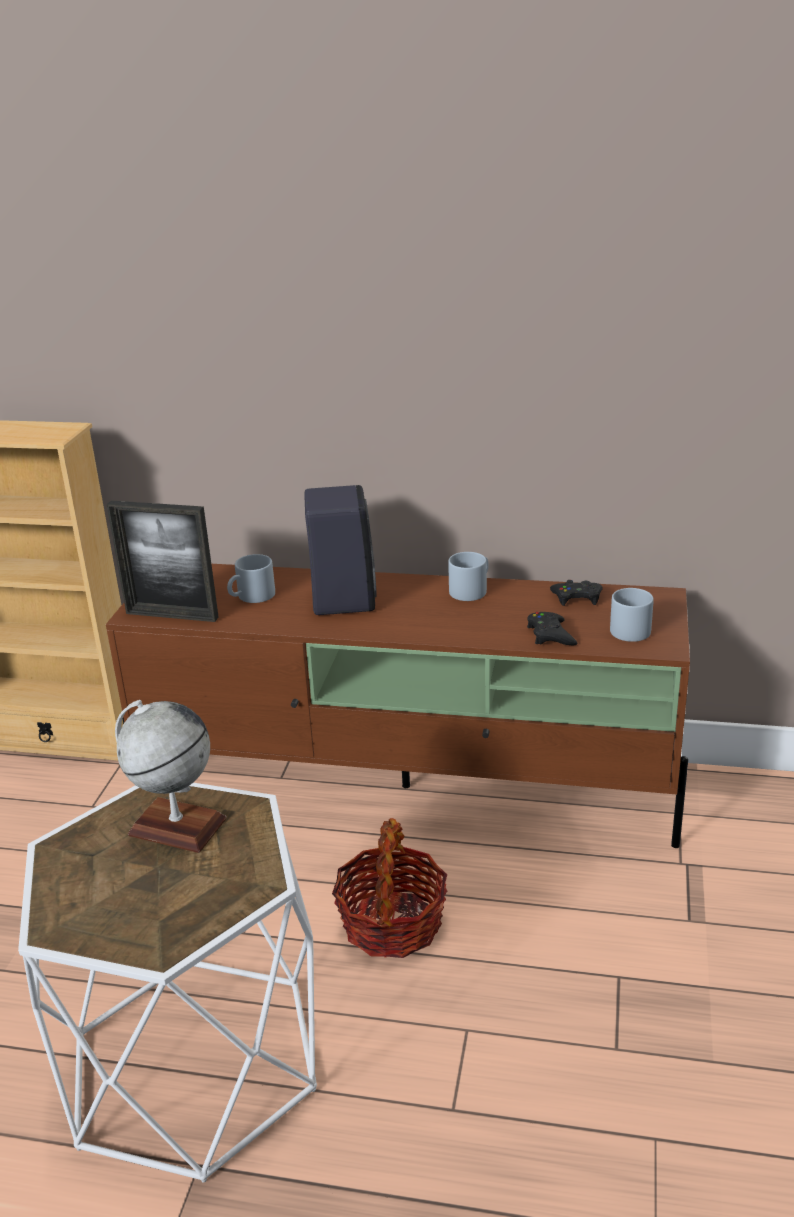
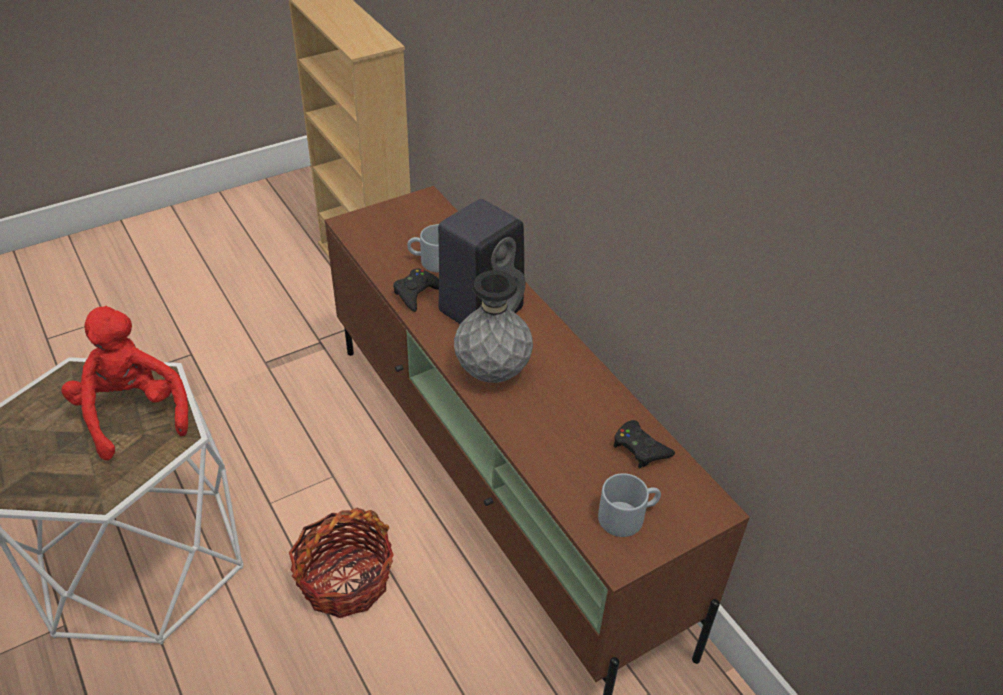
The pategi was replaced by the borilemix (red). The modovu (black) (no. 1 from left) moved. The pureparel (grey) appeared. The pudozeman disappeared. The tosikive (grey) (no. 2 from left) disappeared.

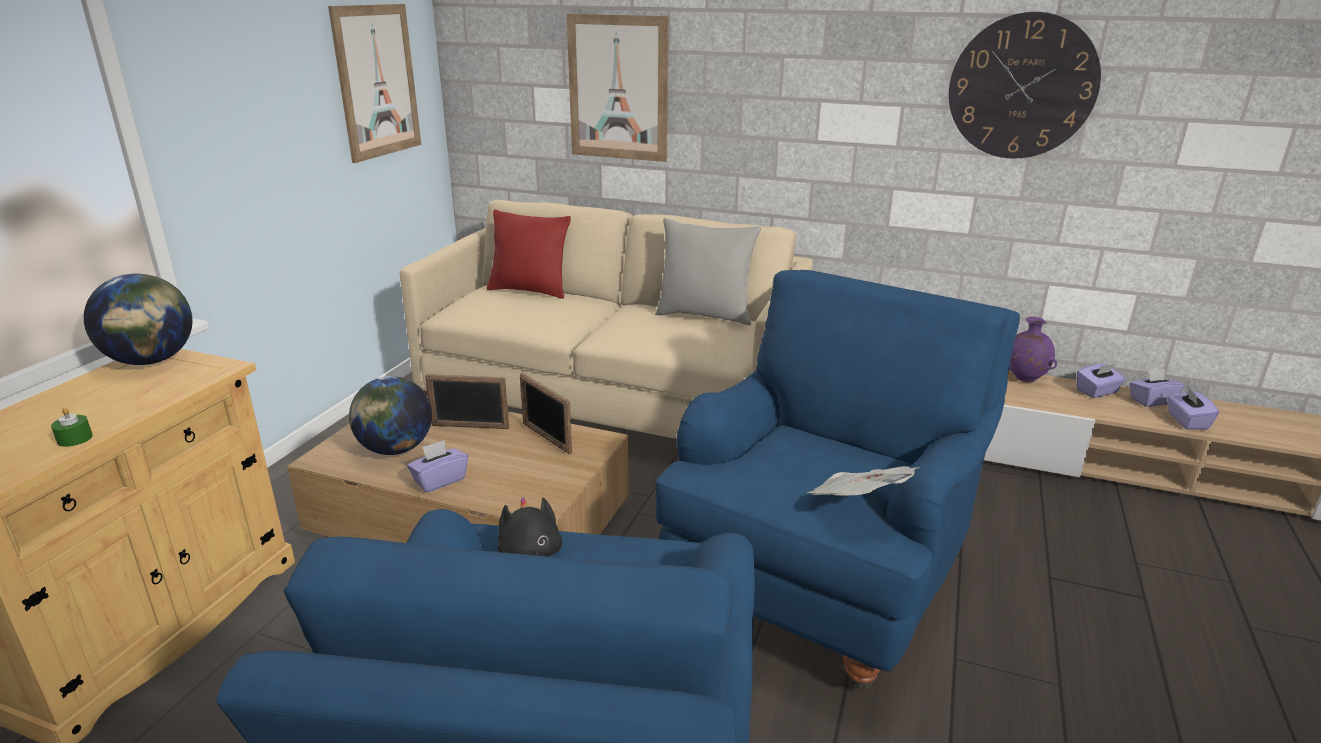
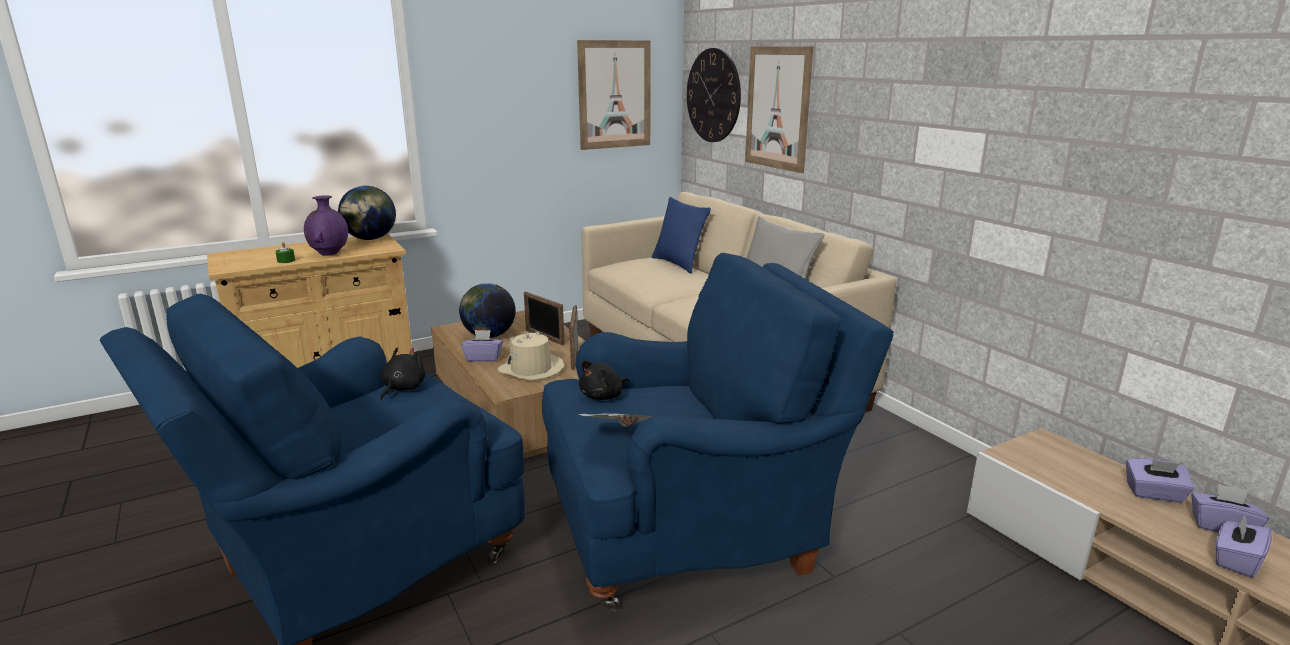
The pureparel (purple) moved. The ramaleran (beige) appeared. The borilemix (black) (no. 2 from left) appeared. The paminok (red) became the paminok (blue). The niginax moved.

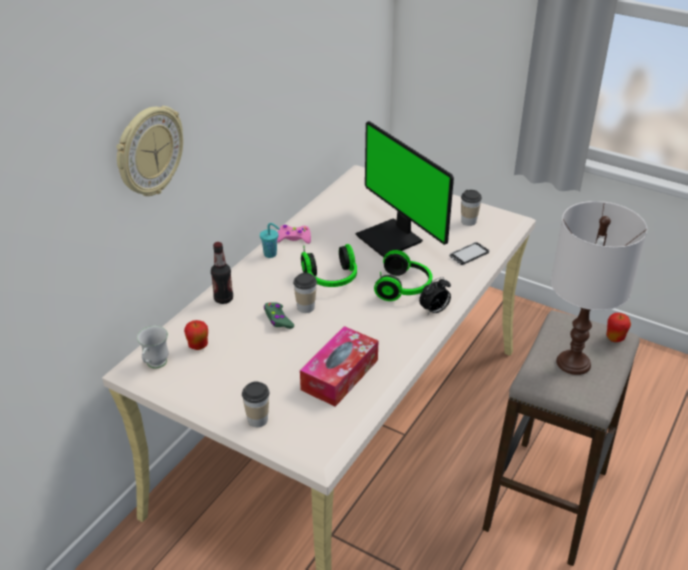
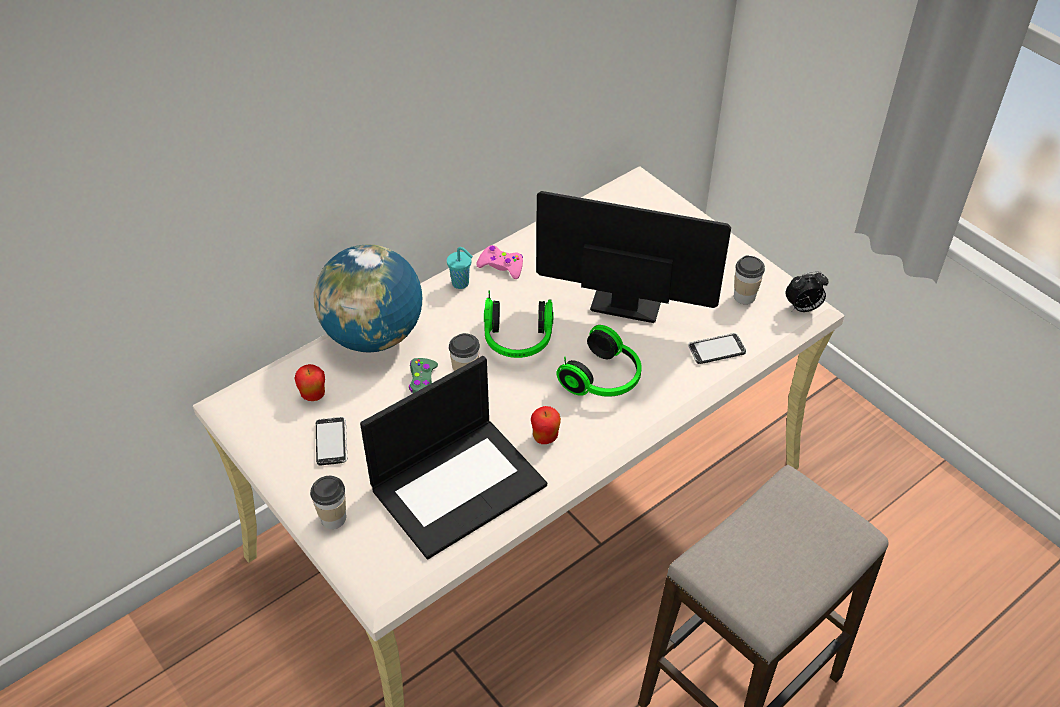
The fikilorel was replaced by the pategi. The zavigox (no. 1 from left) appeared. The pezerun was replaced by the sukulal. The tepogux (no. 2 from left) moved. The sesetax turned 120 degrees clockwise. The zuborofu moved. The niginax disappeared. The tosikive (white) disappeared. The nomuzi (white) disappeared.

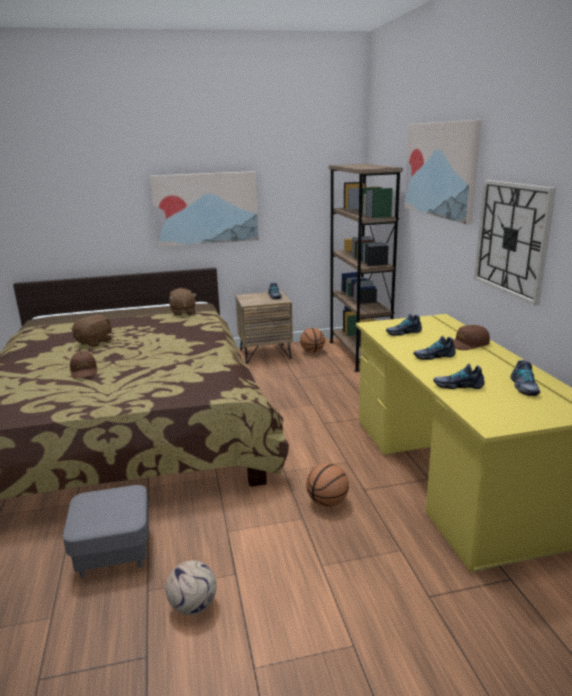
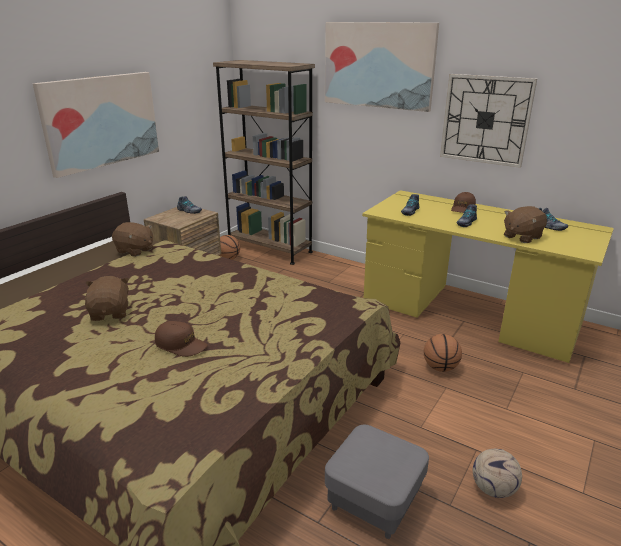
The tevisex (no. 4 from left) was replaced by the borilemix (brown) (no. 3 from left).

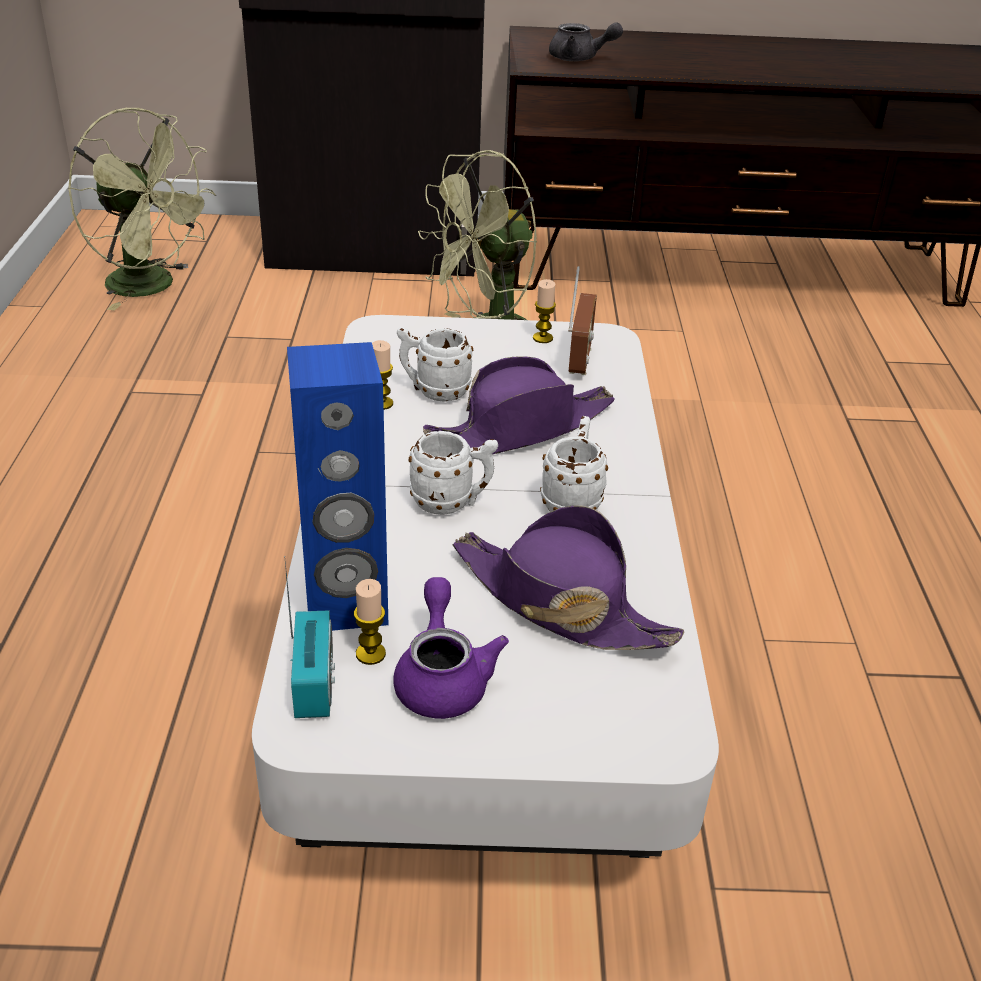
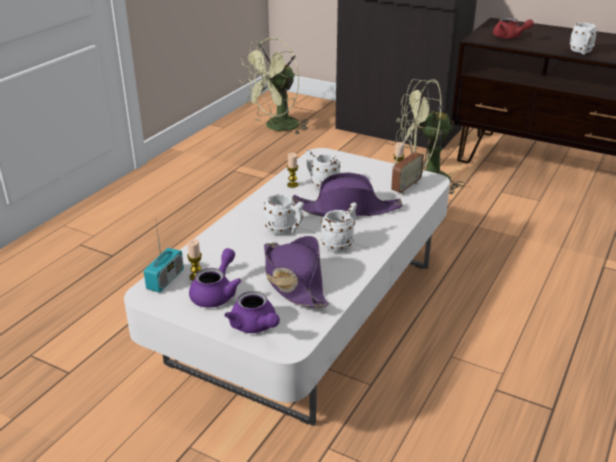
The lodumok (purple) (no. 2 from left) appeared. The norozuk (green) (no. 1 from left) turned 75 degrees clockwise. The lodumok (grey) became the lodumok (red). The tosikive (white) (no. 4 from left) appeared. The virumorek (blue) disappeared.

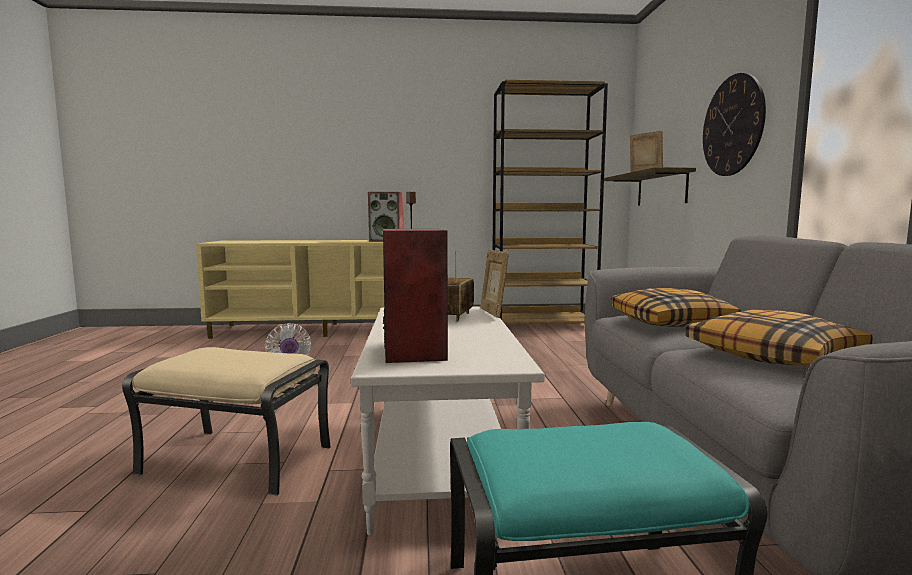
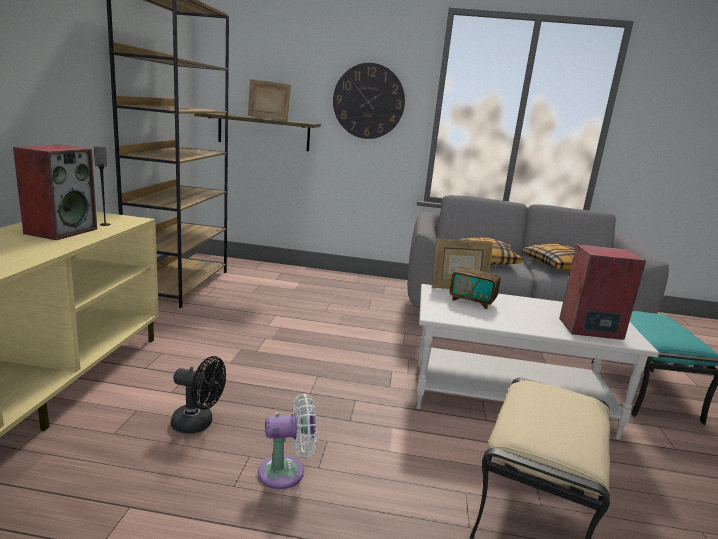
The norozuk (black) appeared.

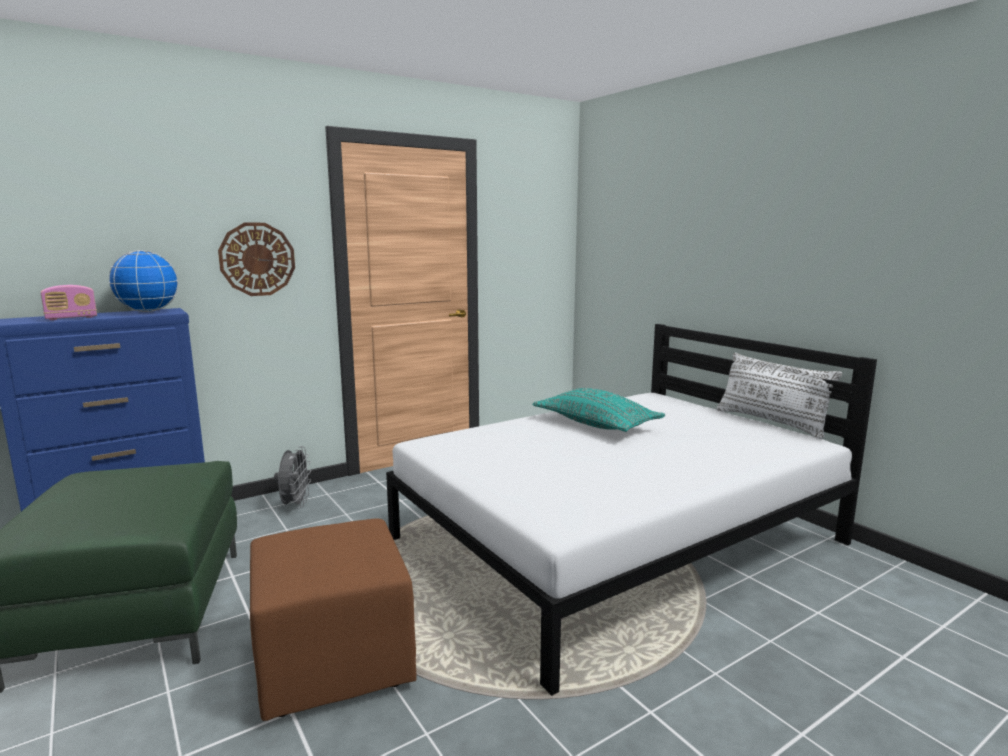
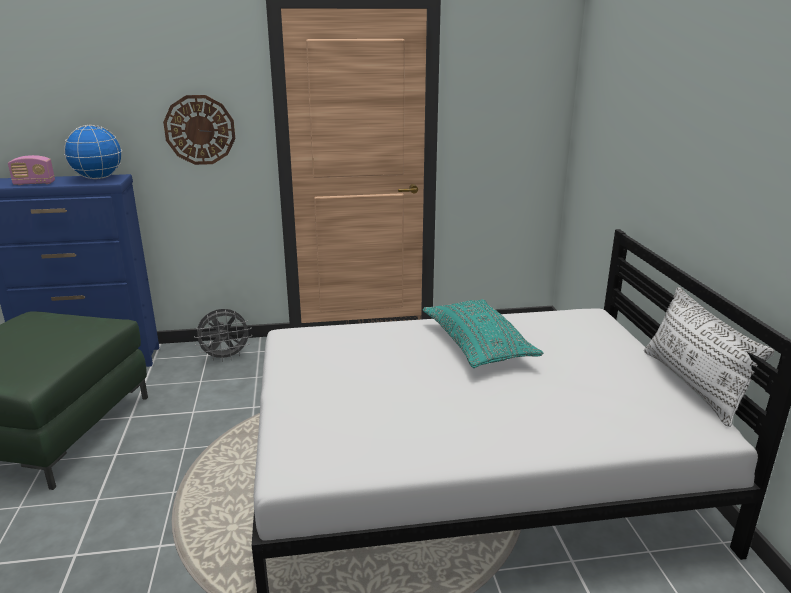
The norozuk (grey) turned 45 degrees clockwise. The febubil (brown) disappeared.

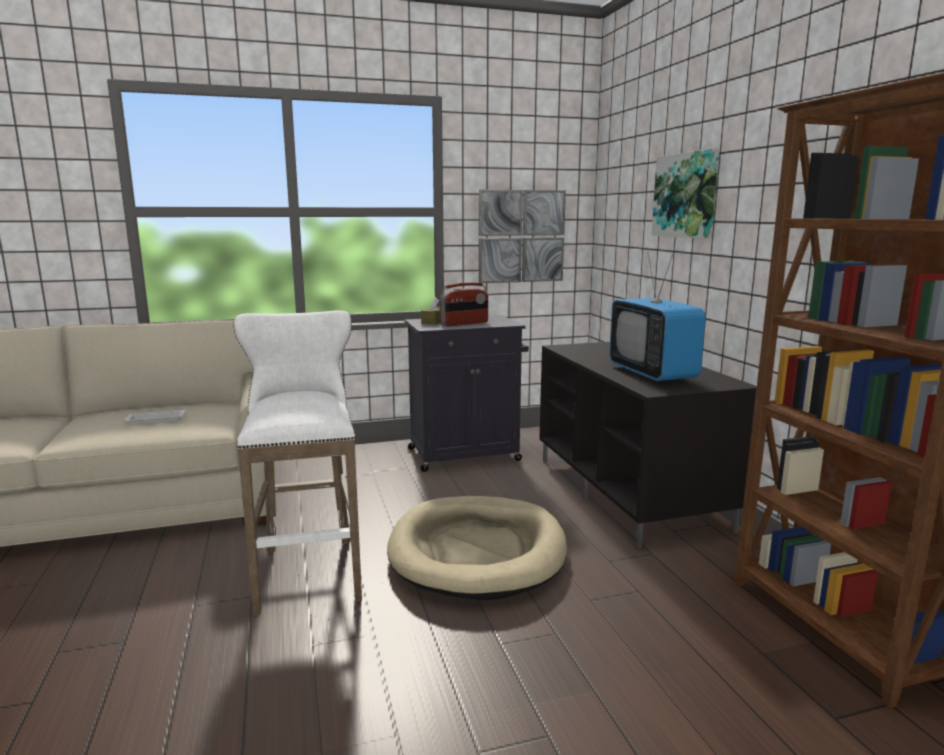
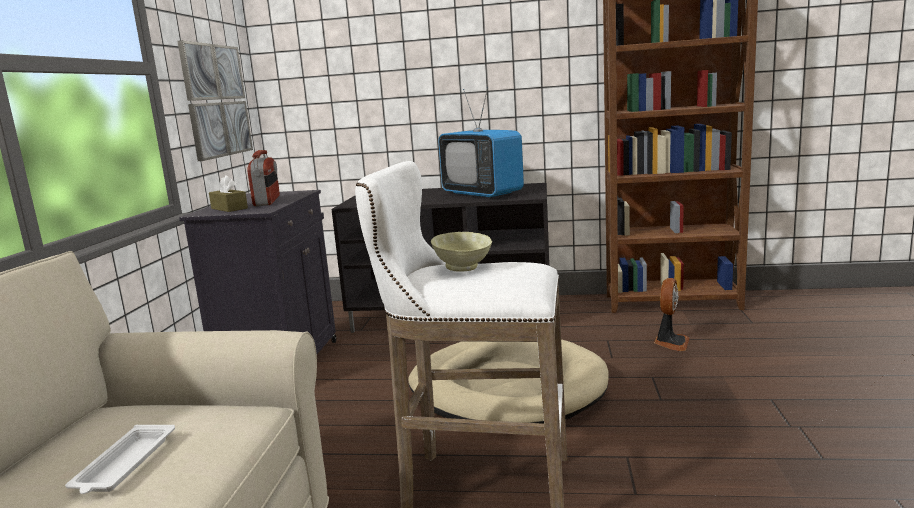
The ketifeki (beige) appeared. The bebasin turned 45 degrees clockwise. The norozuk appeared. The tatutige (no. 2 from left) disappeared.

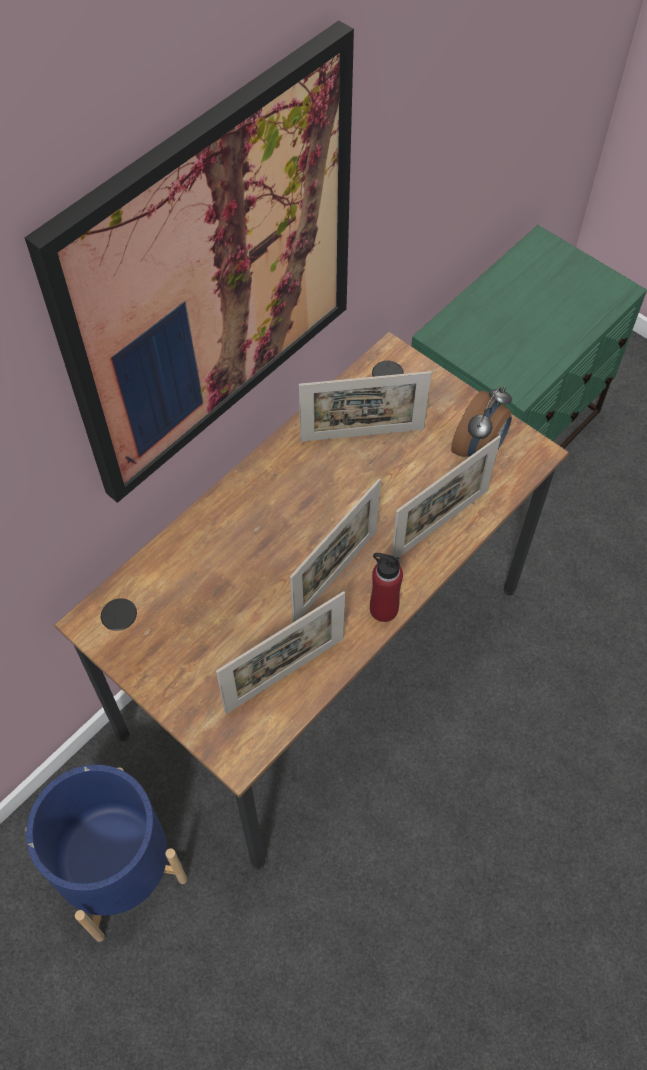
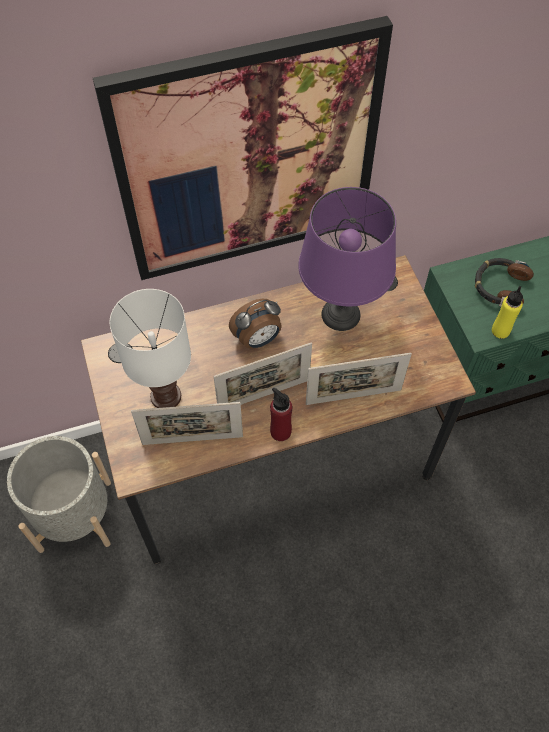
The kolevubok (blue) became the kolevubok (grey). The nomuzi (white) appeared. The zuborofu moved. The pudozeman (no. 3 from left) was replaced by the nomuzi (purple). The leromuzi appeared. The fikilorel (yellow) appeared.

